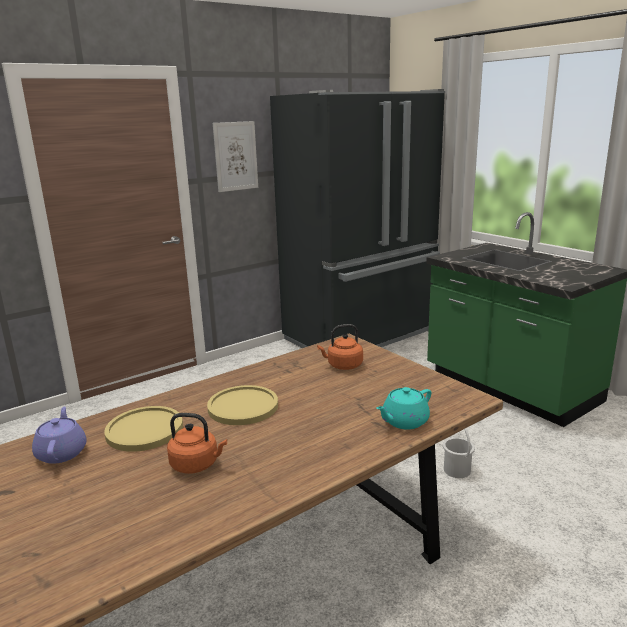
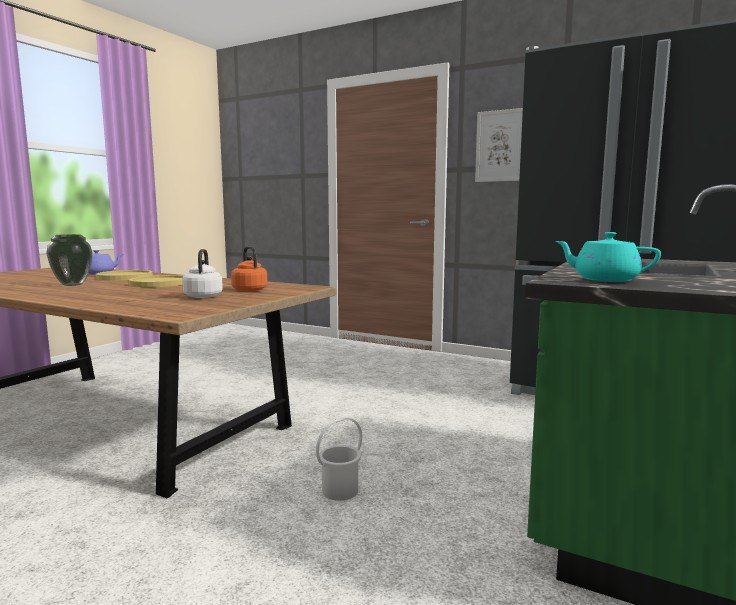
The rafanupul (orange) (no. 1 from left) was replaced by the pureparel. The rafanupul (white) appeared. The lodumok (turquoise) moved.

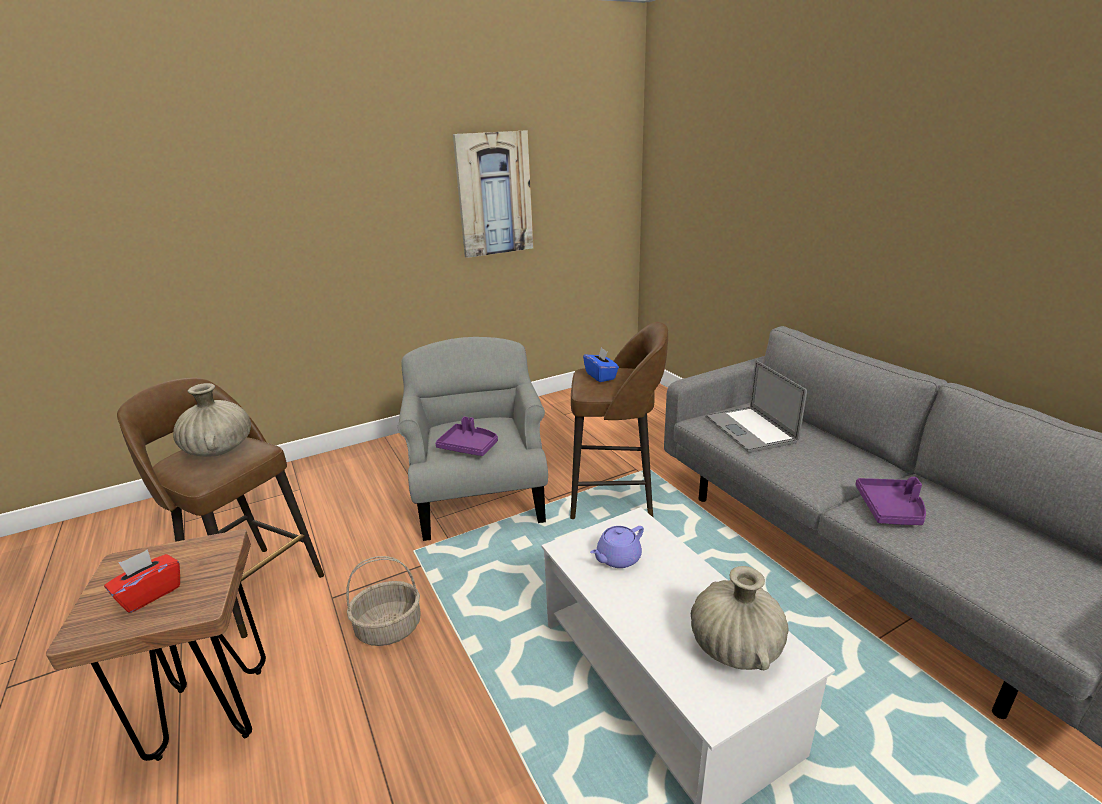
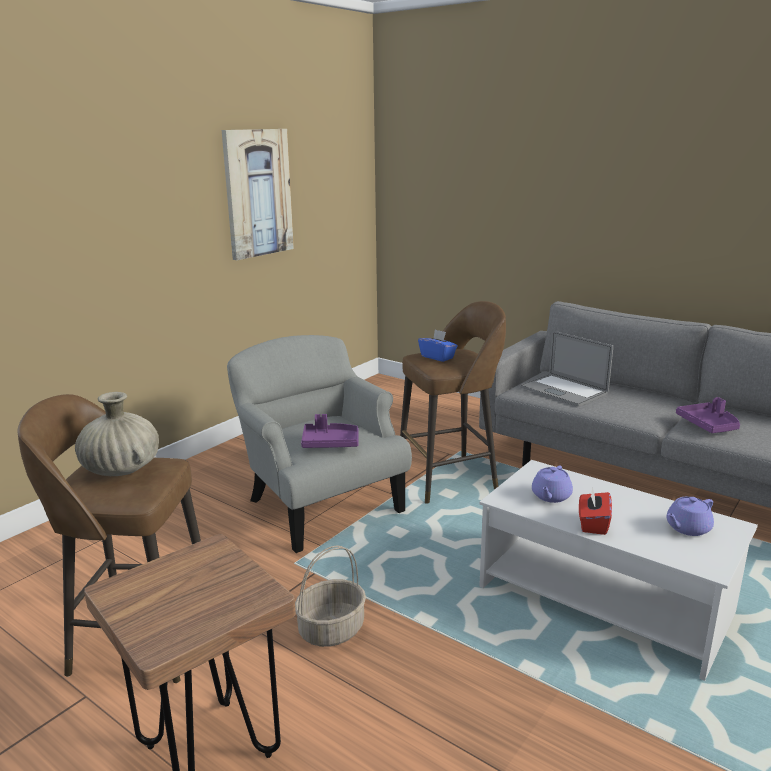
The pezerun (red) moved. The pureparel (beige) (no. 2 from left) was replaced by the lodumok (purple) (no. 2 from left).

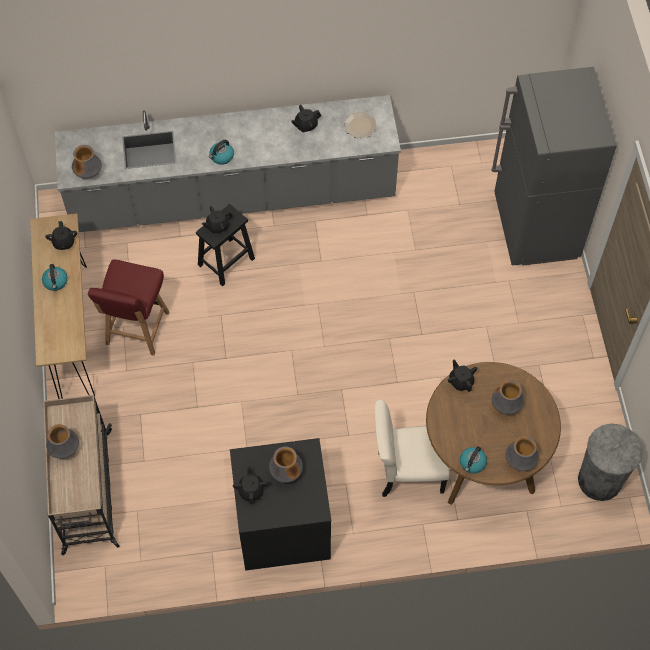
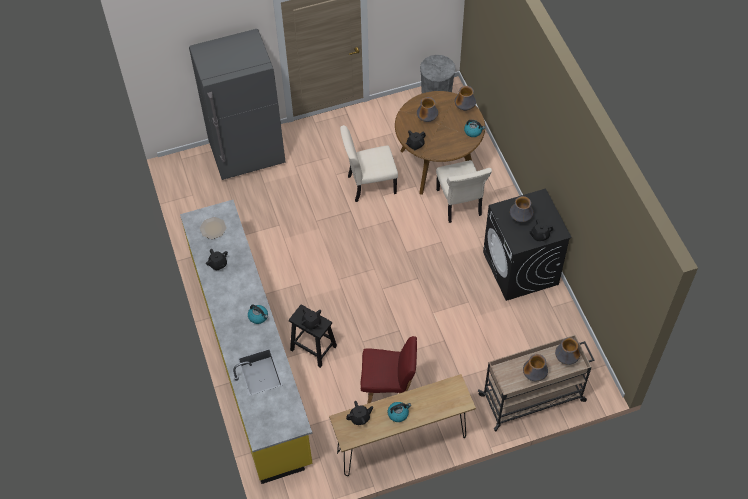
The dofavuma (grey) became the dofavuma (yellow). The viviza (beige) (no. 1 from left) appeared. The pureparel (no. 2 from left in the first image) moved.

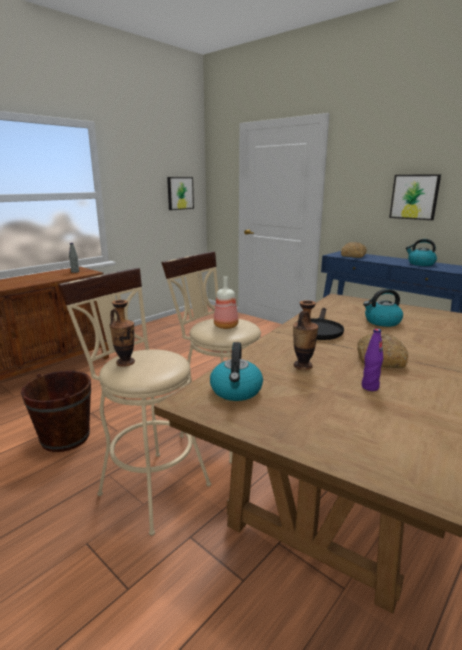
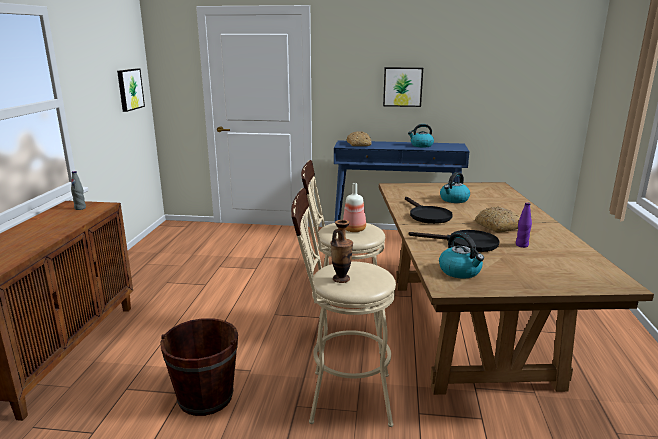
The pureparel (no. 2 from left) was replaced by the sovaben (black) (no. 2 from left).

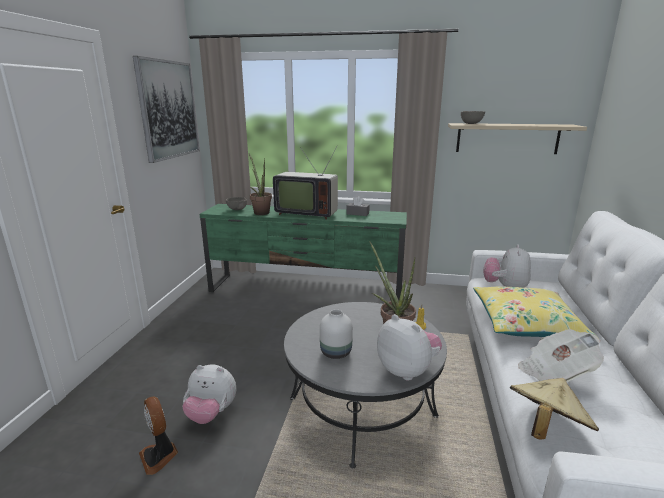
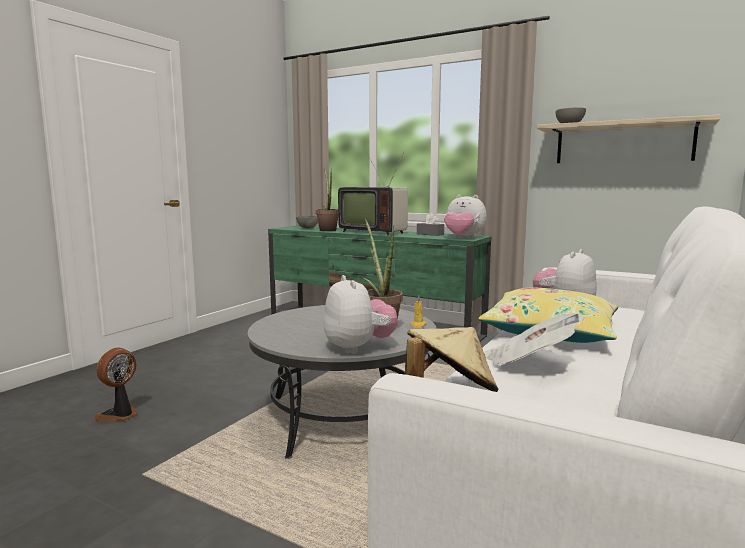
The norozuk turned 45 degrees clockwise. The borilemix (no. 1 from left in the first image) moved. The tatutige disappeared. The pureparel (white) disappeared.

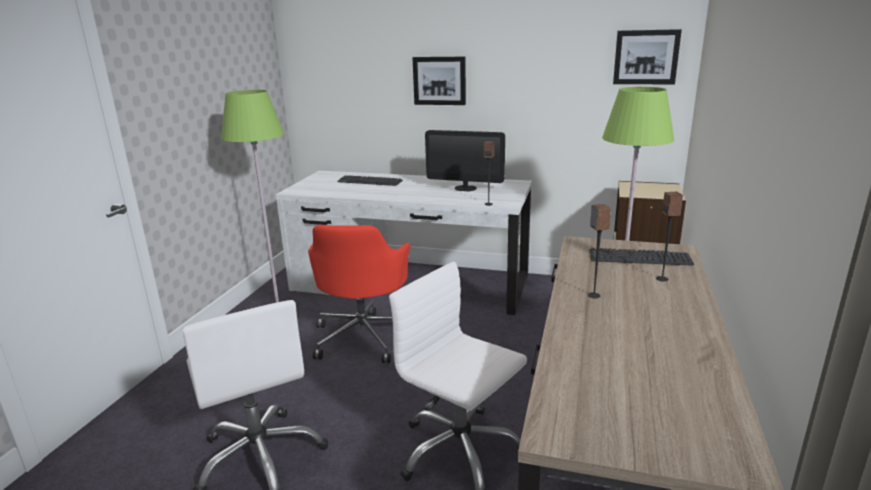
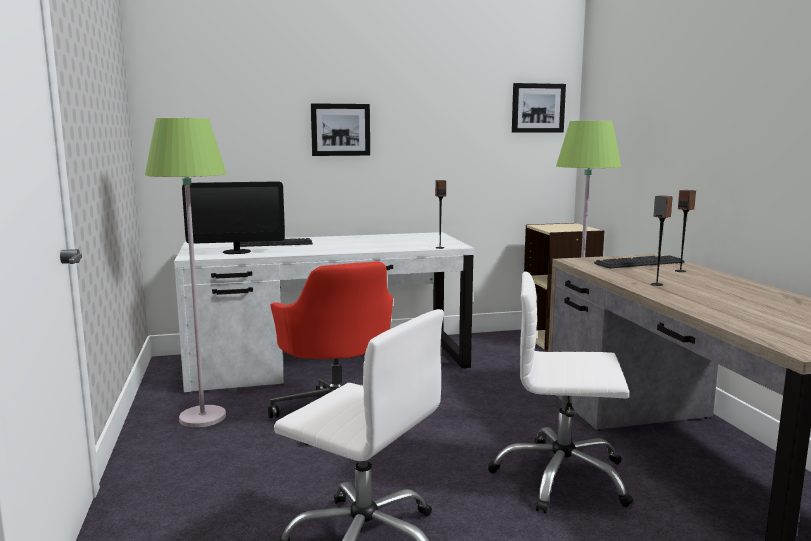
The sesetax moved.

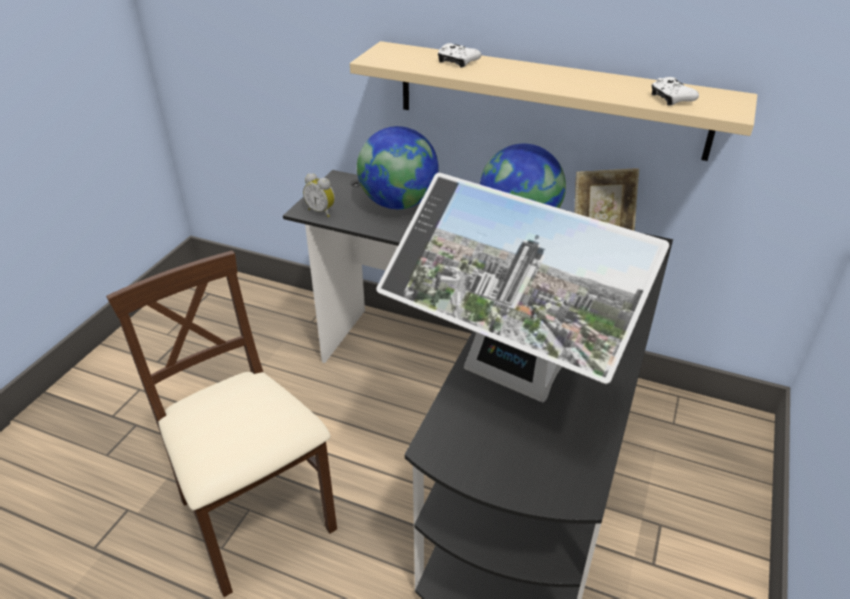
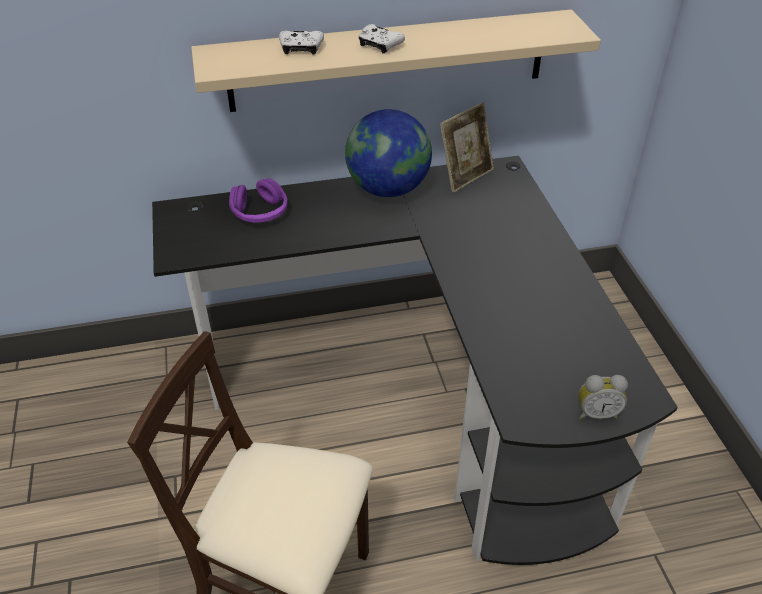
The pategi (no. 1 from left) was replaced by the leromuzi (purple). The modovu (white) (no. 2 from left) moved. The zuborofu moved. The sesetax disappeared.

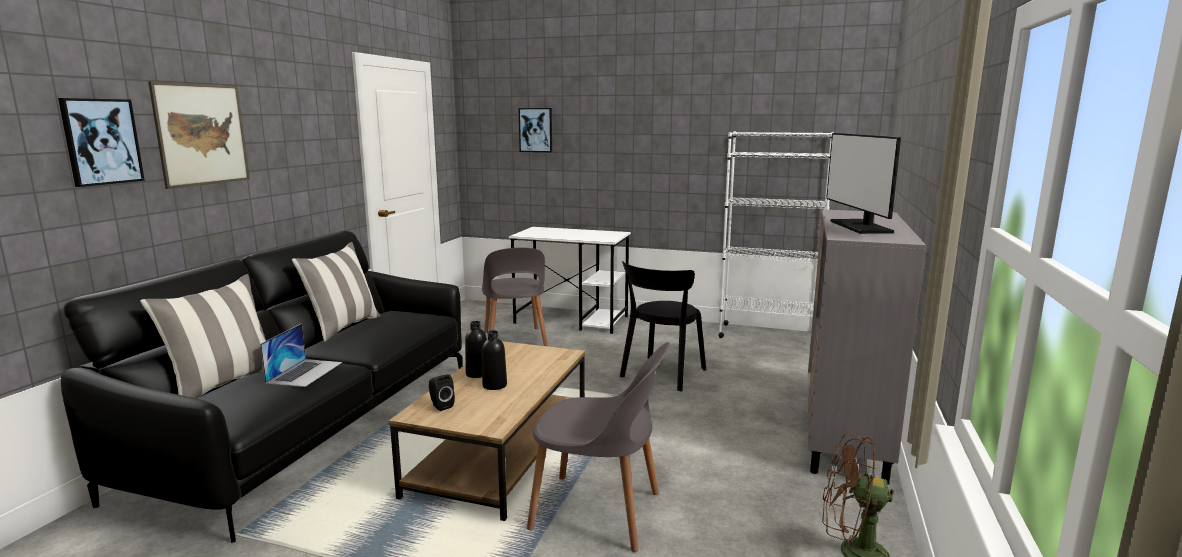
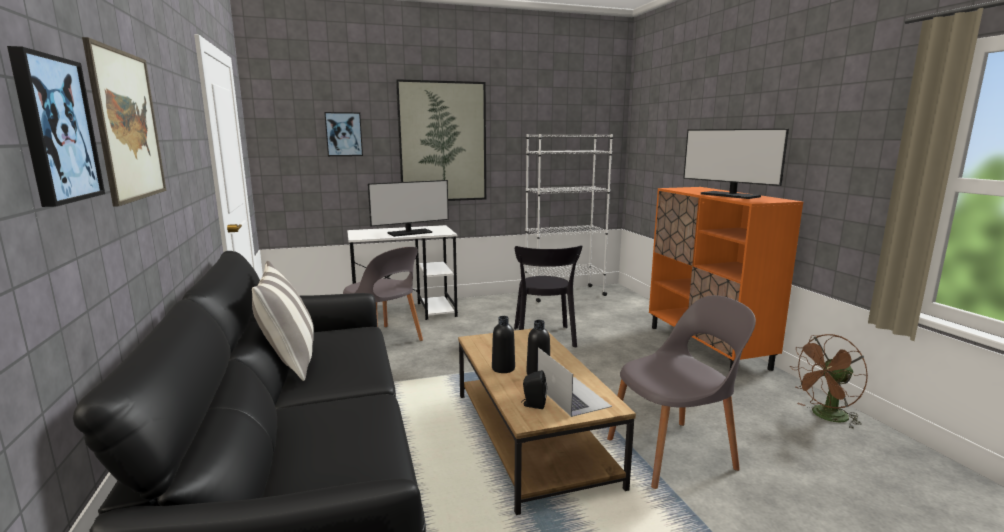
The sesetax (no. 1 from left) appeared. The tatutige (no. 4 from left) appeared. The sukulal moved. The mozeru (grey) became the mozeru (orange). The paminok (no. 1 from left) disappeared.

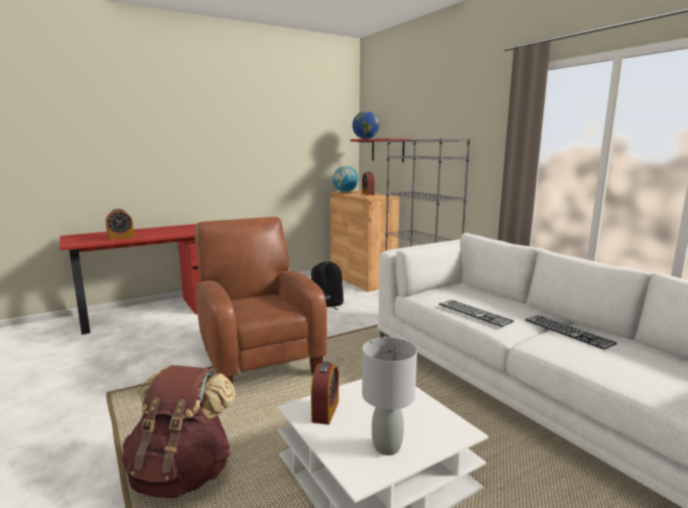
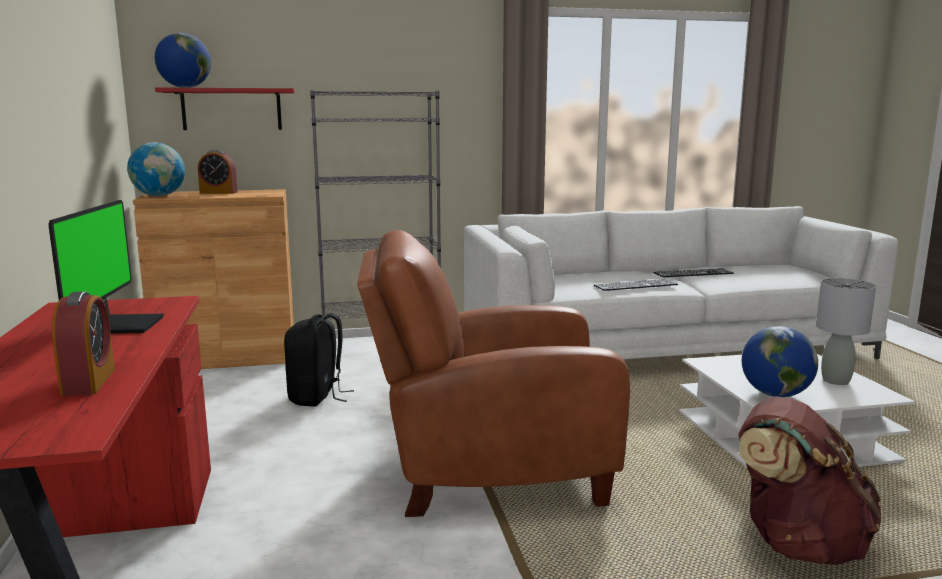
The sesetax appeared. The zuborofu (no. 2 from left) was replaced by the pategi (no. 3 from left).

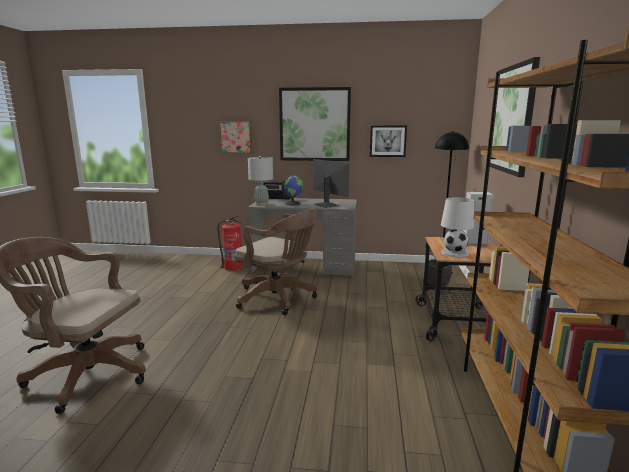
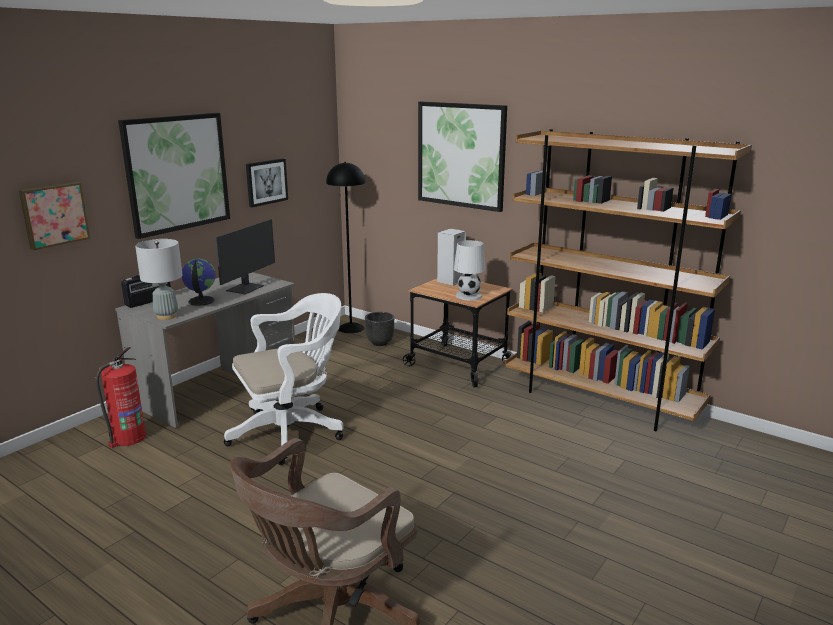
The sesetax turned 120 degrees clockwise. The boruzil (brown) (no. 2 from left) became the boruzil (white).

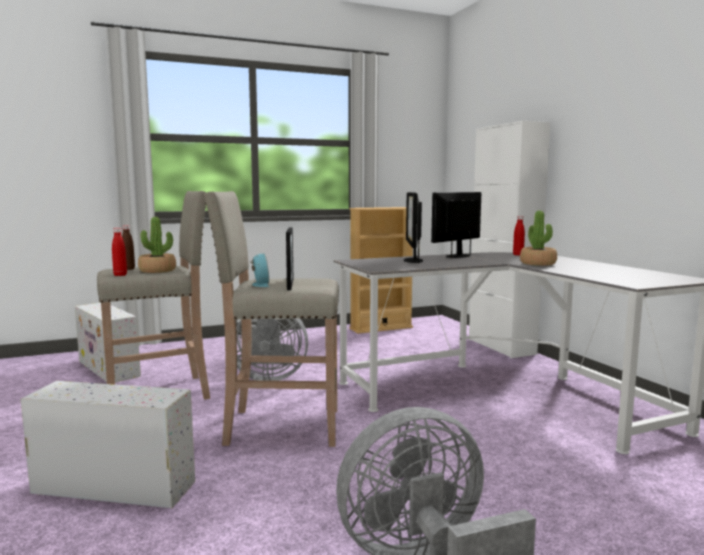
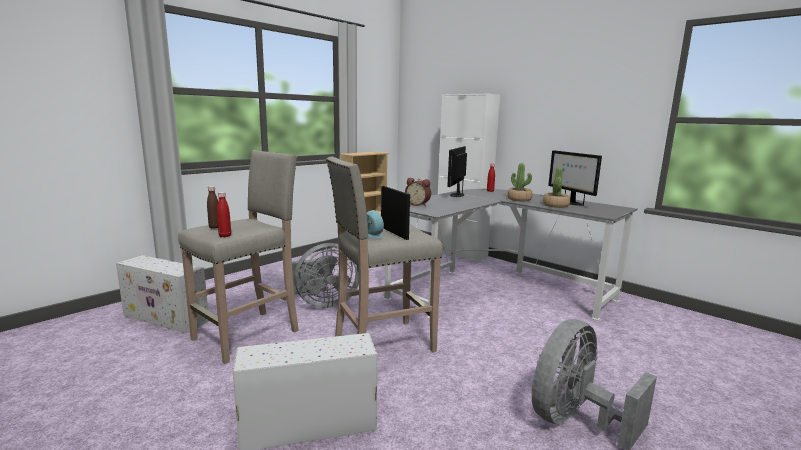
The zuborofu (no. 2 from left) appeared. The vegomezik (no. 1 from left in the first image) moved. The sesetax (no. 1 from left in the first image) moved.

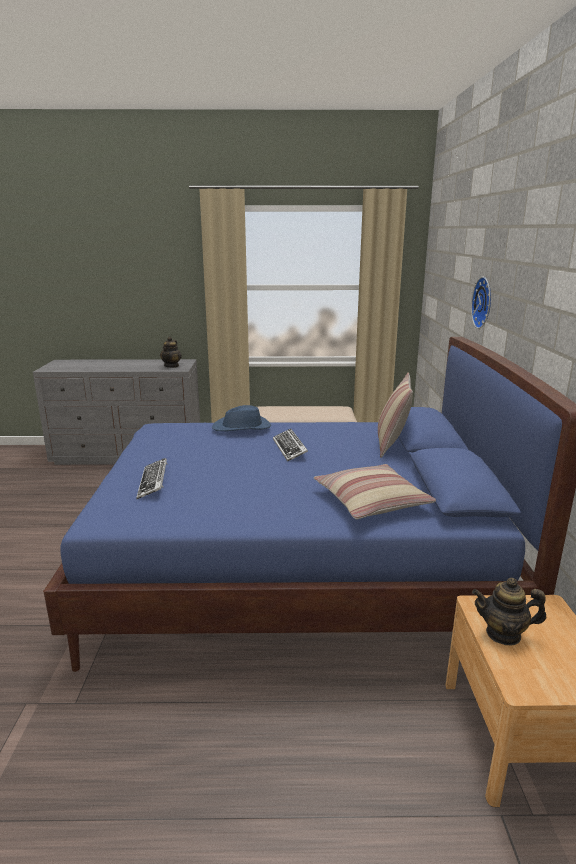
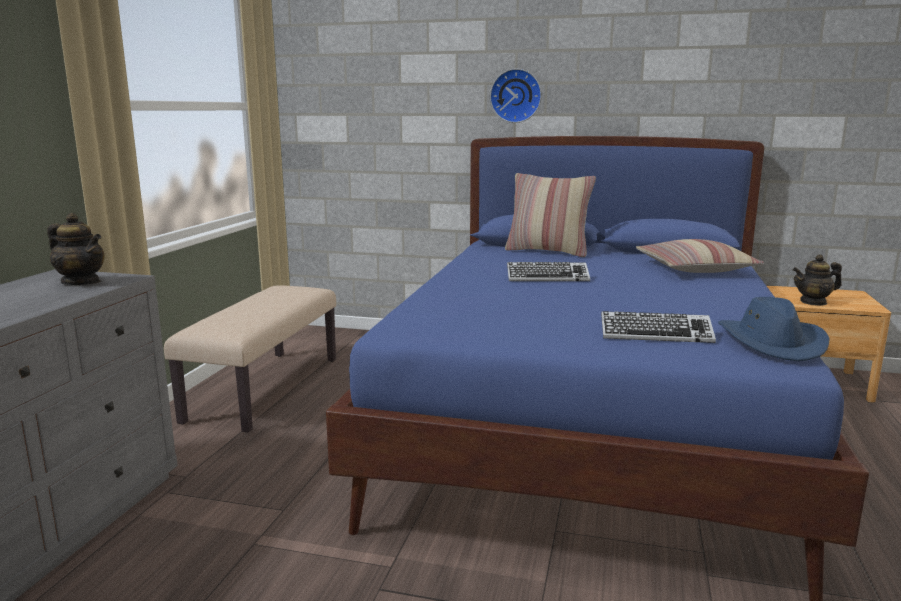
The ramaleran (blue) moved. The lodumok (no. 2 from left) turned 60 degrees clockwise.

